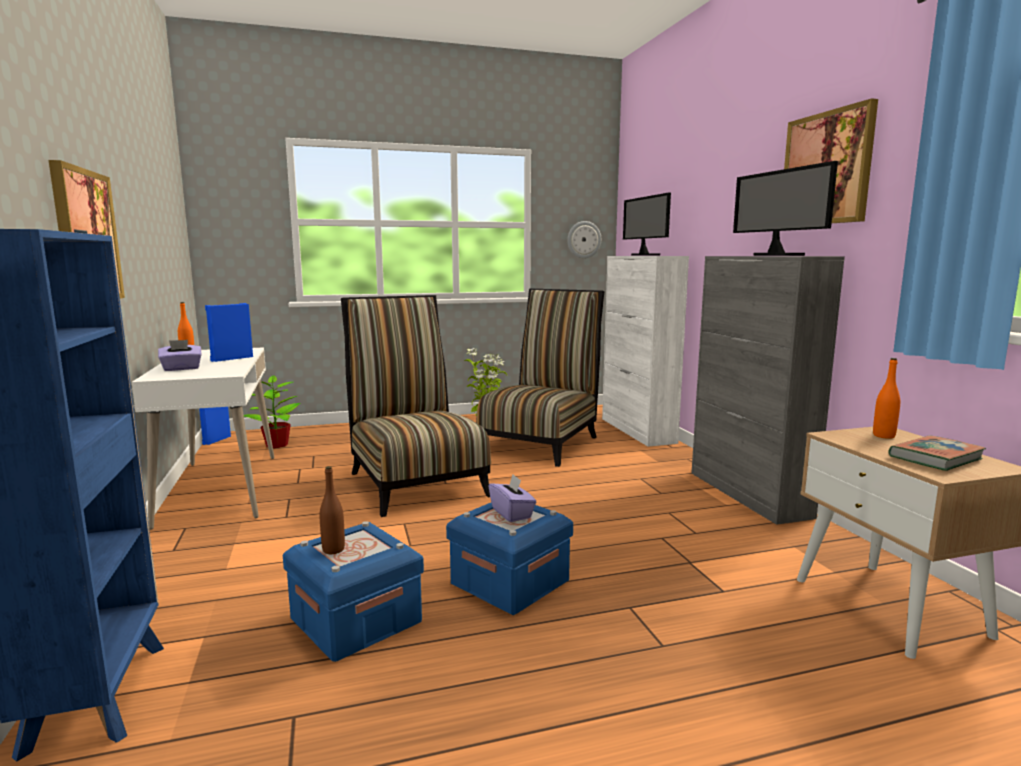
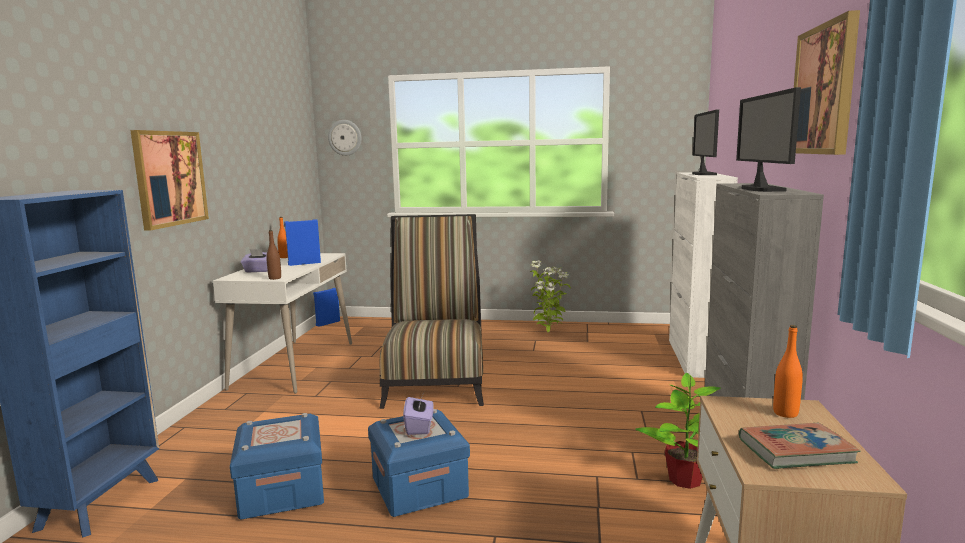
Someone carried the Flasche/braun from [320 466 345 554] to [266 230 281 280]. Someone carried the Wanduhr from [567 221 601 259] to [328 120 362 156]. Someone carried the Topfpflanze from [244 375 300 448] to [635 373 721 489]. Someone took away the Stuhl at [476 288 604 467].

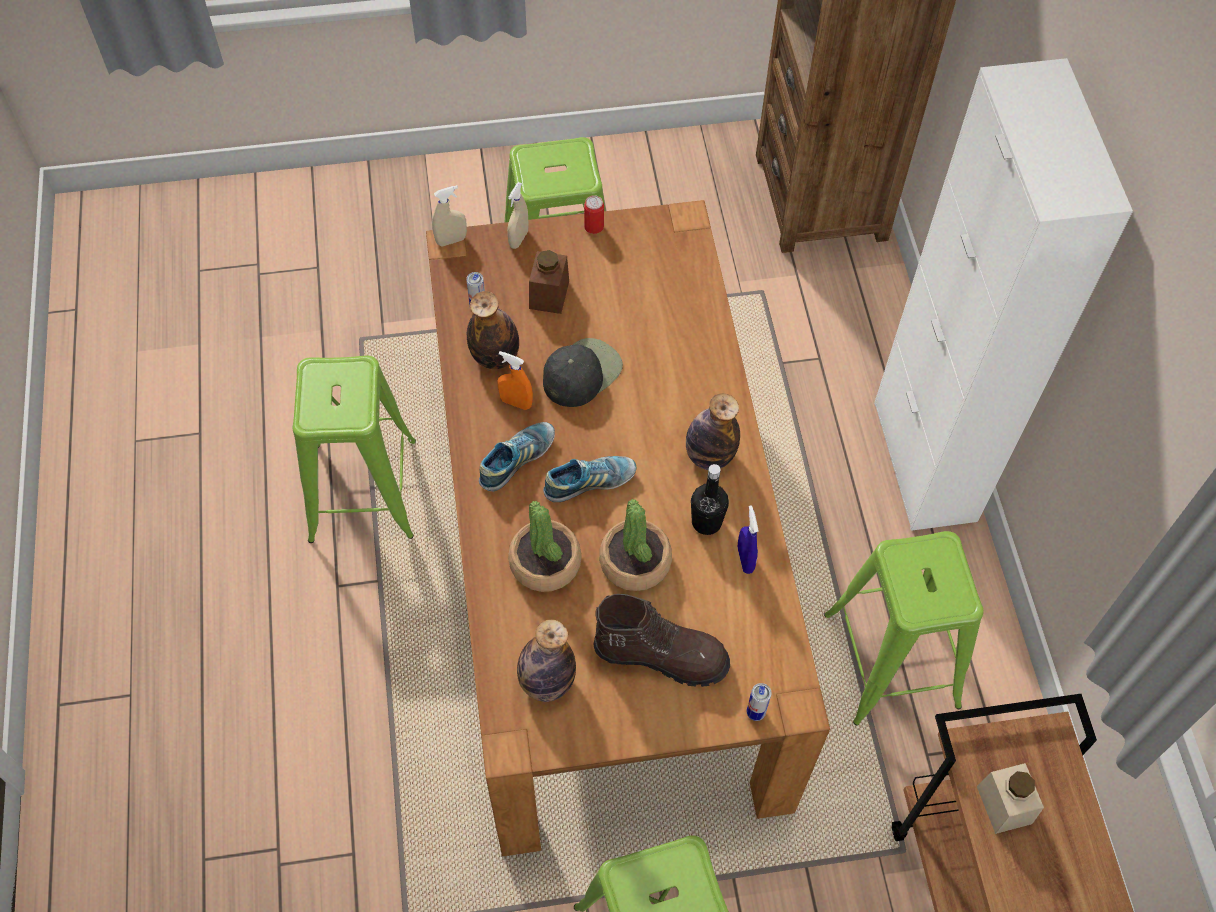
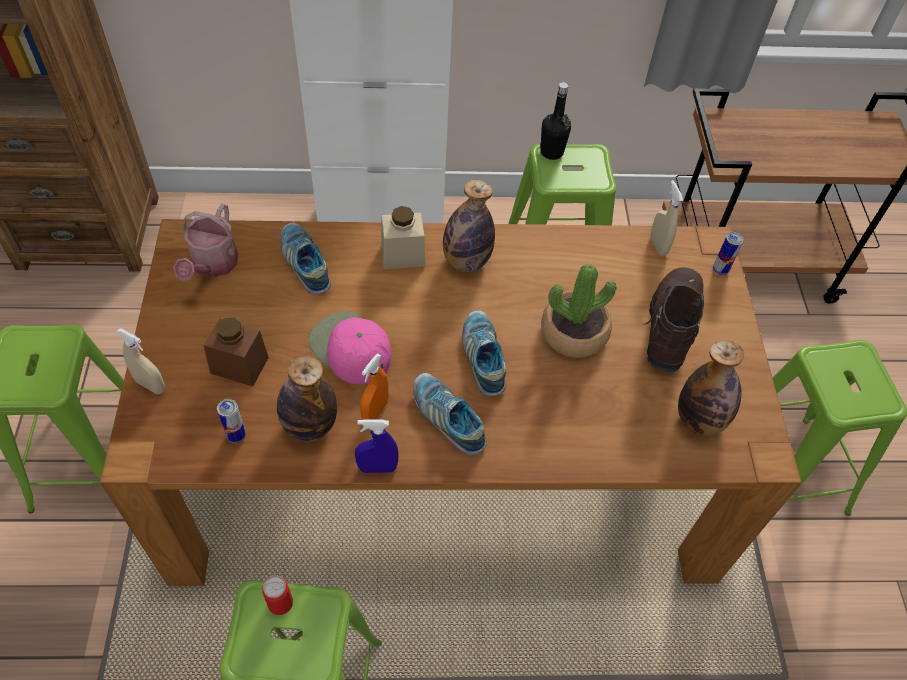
Someone put down the Gießkanne at [173 204 238 281]. Someone carried the Dose from [584 195 604 234] to [262 576 293 615]. Someone put down the Schuh at [280 222 331 294]. Someone repainted the Kappe/schwarz at [543 338 623 407], which became the Kappe/rosa at [308 311 391 384]. Someone carried the Sprühflasche/blau from [738 505 759 574] to [355 420 399 473]. Someone carried the Vorratsglas/beige from [977 763 1044 834] to [381 206 426 269]. Someone carried the Flasche/schwarz from [691 464 729 535] to [540 82 571 160]. Someone carried the Sprühflasche/beige from [432 185 467 246] to [650 180 683 256]. Someone took away the Topfpflanze at [508 501 582 592].

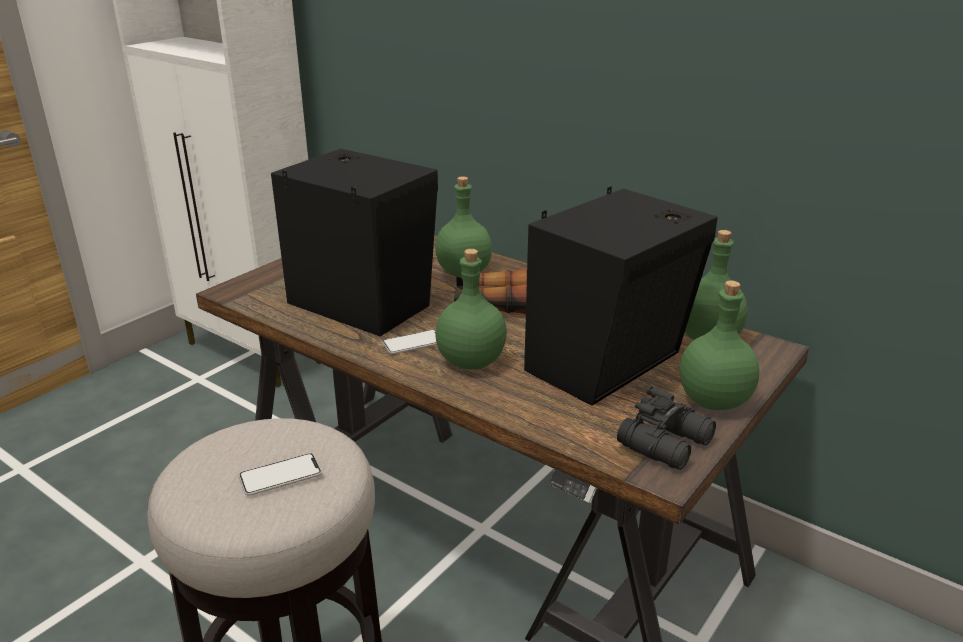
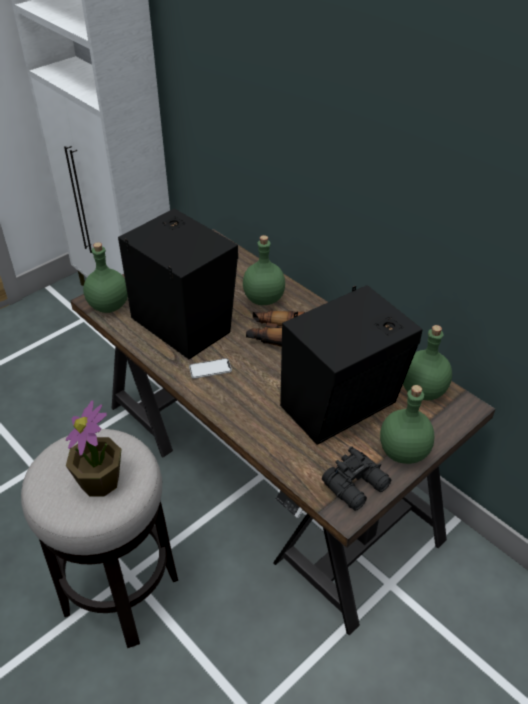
Someone swapped the Handy at [239 453 322 496] for the Topfpflanze at [66 401 121 496]. Someone carried the Flasche/grün from [435 249 507 370] to [83 242 128 313].

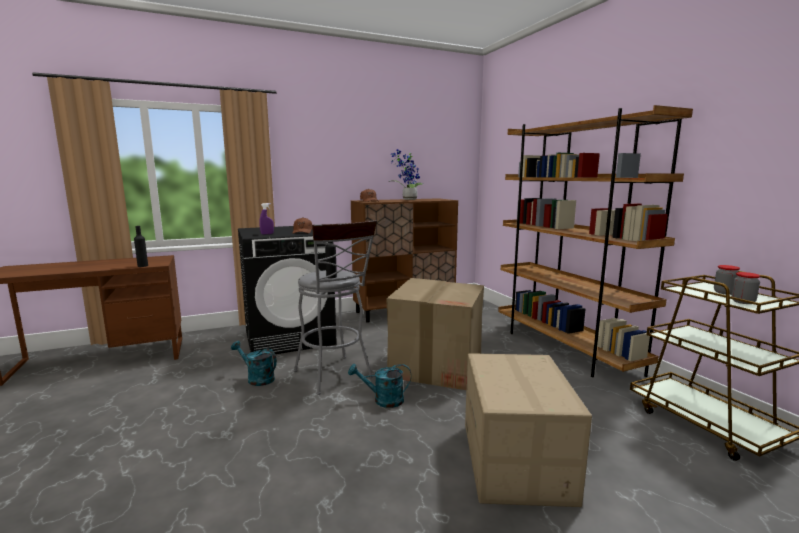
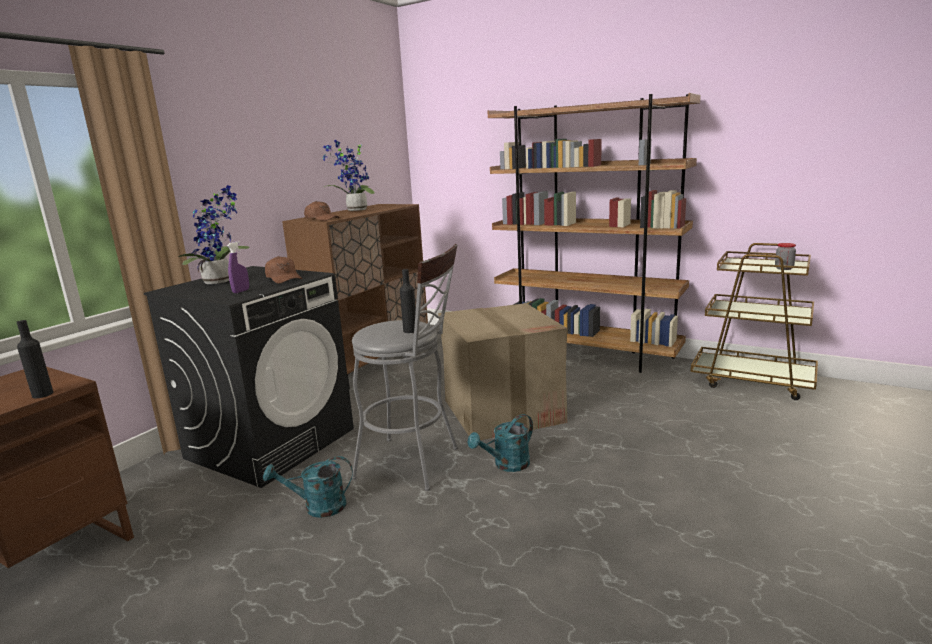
Someone put down the Topfpflanze at [178 185 250 284]. Someone took away the Karton at [465 353 592 507]. Someone took away the Vorratsglas at [714 265 740 295].

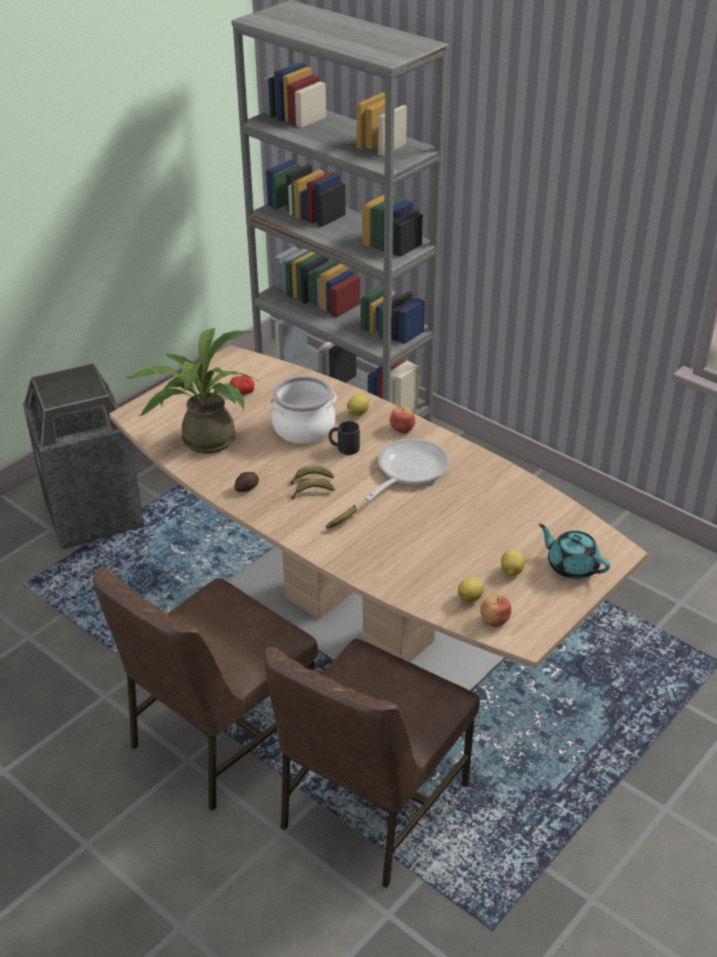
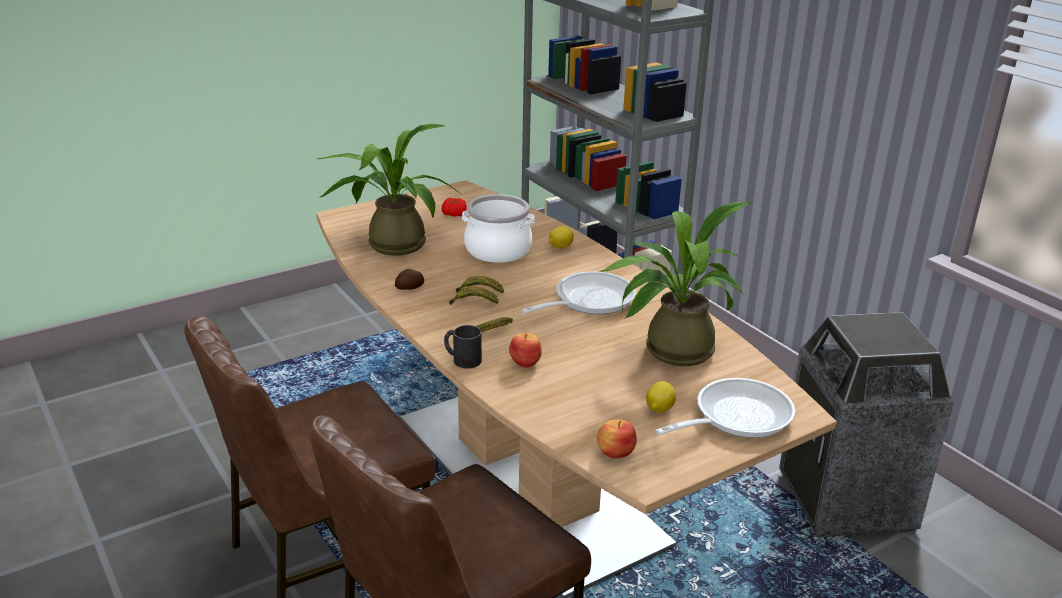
Someone carried the Henkelbecher/schwarz from [328 421 360 455] to [444 325 482 369]. Someone carried the Apfel from [390 407 415 433] to [509 333 542 368]. Someone put down the Topfpflanze at [601 202 751 366]. Someone swapped the Teekanne/türkis at [539 524 610 580] for the Pfanne at [656 378 795 438]. Someone carried the Mülleimer from [23 363 144 549] to [779 312 954 537]. Someone took away the Zitrone at [458 577 484 603].

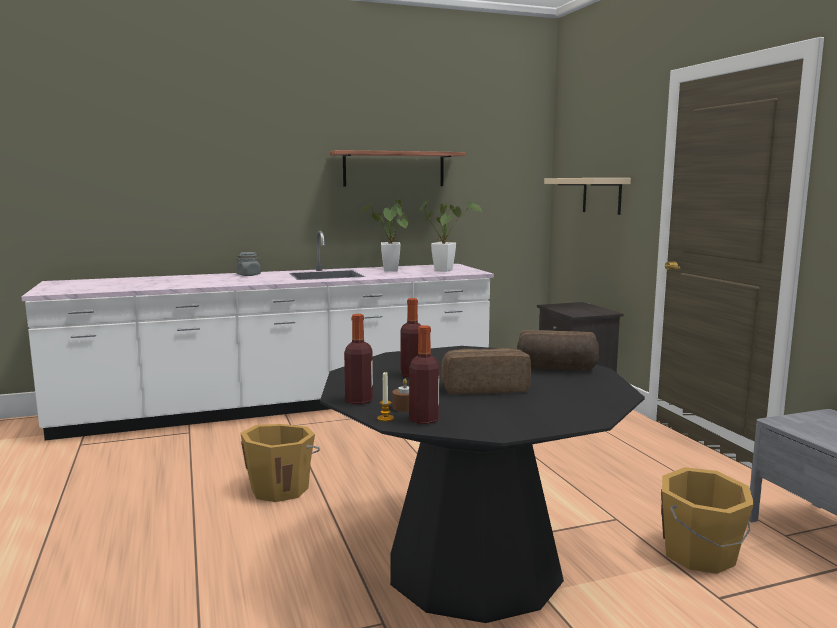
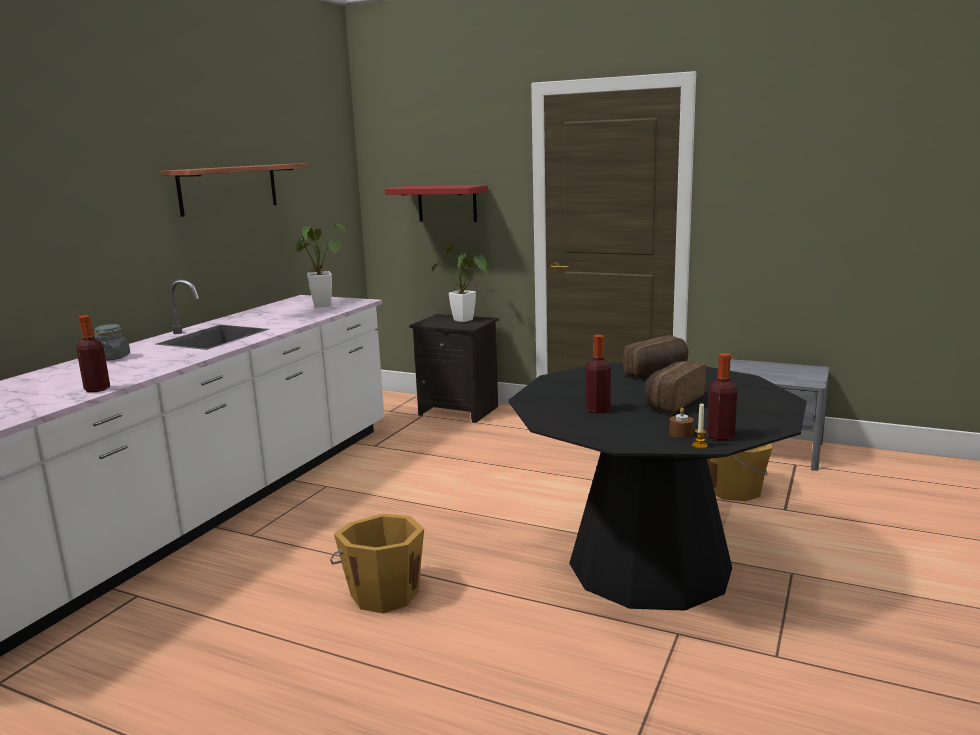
Someone carried the Flasche from [344 314 373 405] to [76 315 110 392]. Someone repainted the Wandregal/beige at [544 178 631 215], which became the Wandregal/rot at [385 185 488 222]. Someone carried the Topfpflanze from [360 199 409 272] to [431 246 490 322].

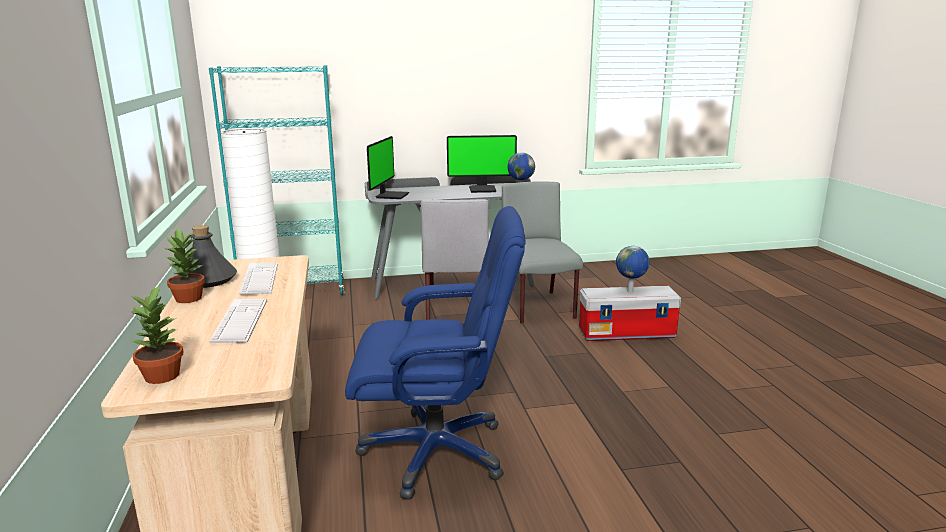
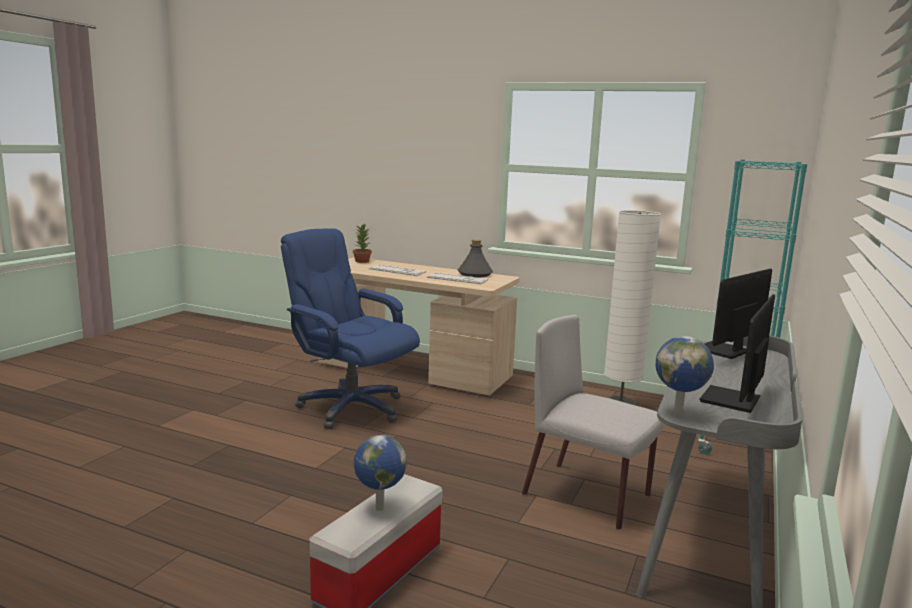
Someone rotated the Bürostuhl/blau at [345 206 525 500] by 90 degrees clockwise. Someone rotated the Monitor at [367 136 409 199] by 90 degrees clockwise. Someone took away the Topfpflanze at [165 228 205 303]. Someone took away the Stuhl/grau at [502 181 583 324].

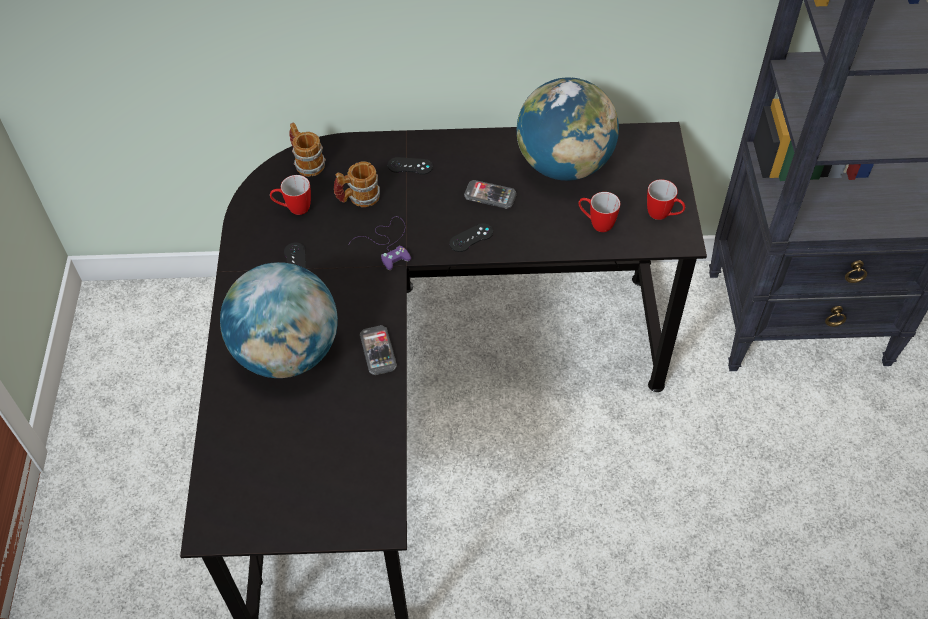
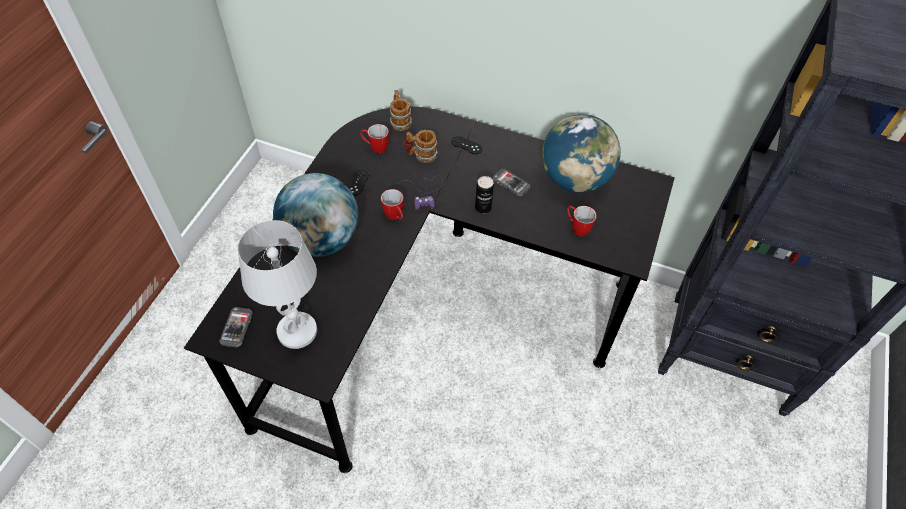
Someone carried the Handy from [360 325 397 375] to [219 307 253 347]. Someone put down the Tischlampe/weiß at [238 220 317 349]. Someone carried the Henkelbecher from [647 179 685 220] to [381 189 403 220]. Someone swapped the Gamepad/schwarz at [449 223 493 252] for the Dose at [475 176 494 213].

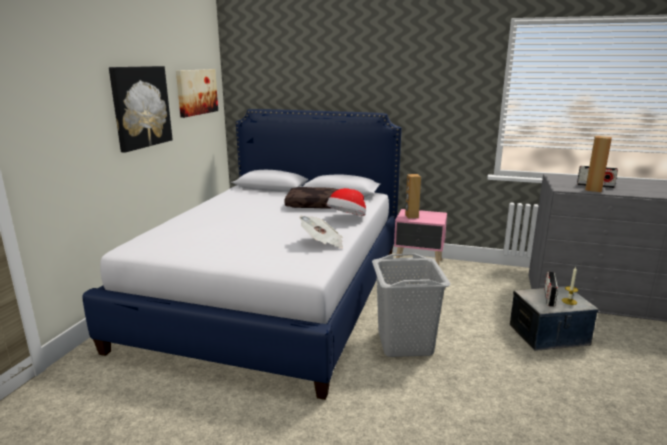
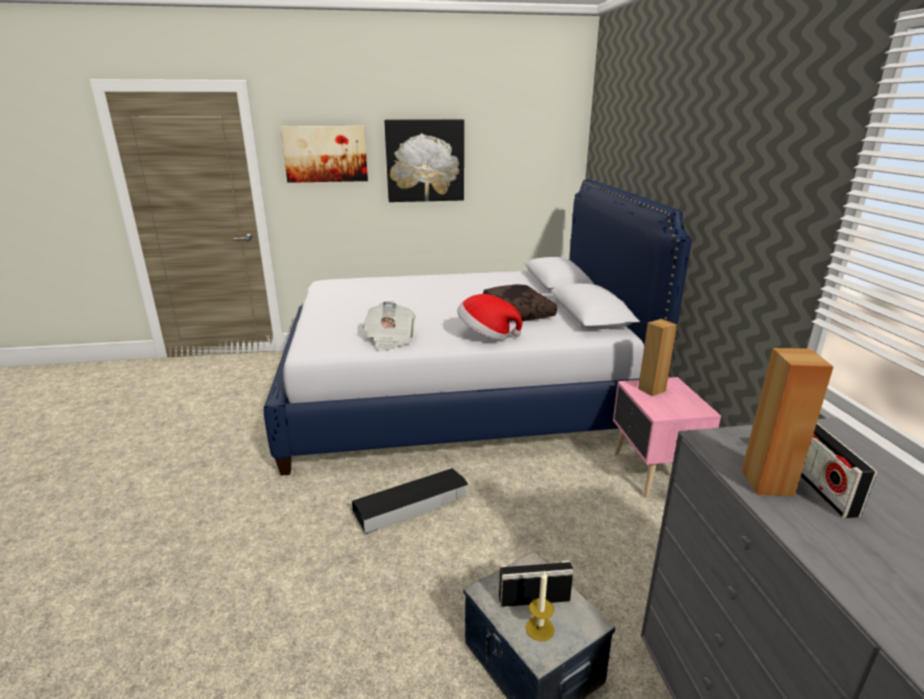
Someone carried the Bild from [176 69 218 118] to [280 126 368 183]. Someone swapped the Wäschekorb/grau at [372 254 451 357] for the Aufbewahrungsbox/schwarz at [352 468 468 534].

